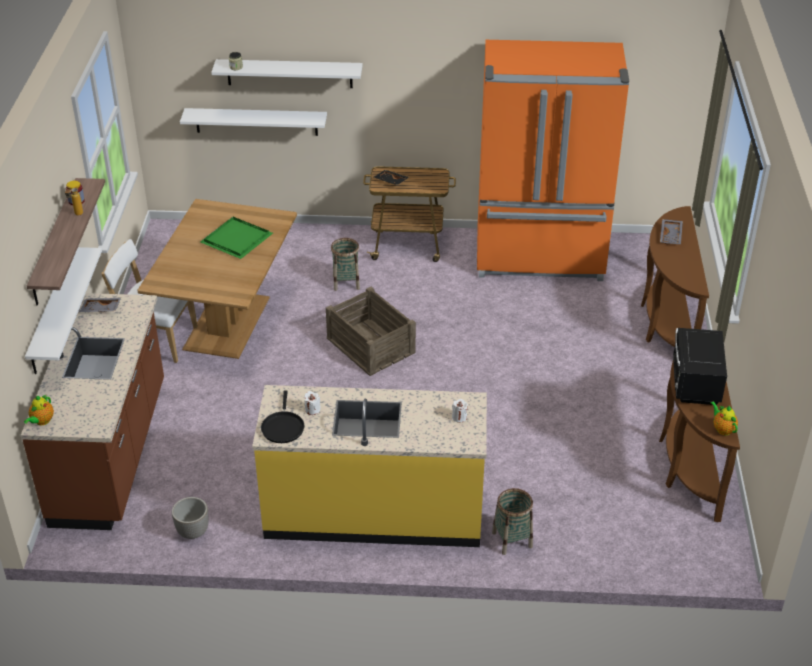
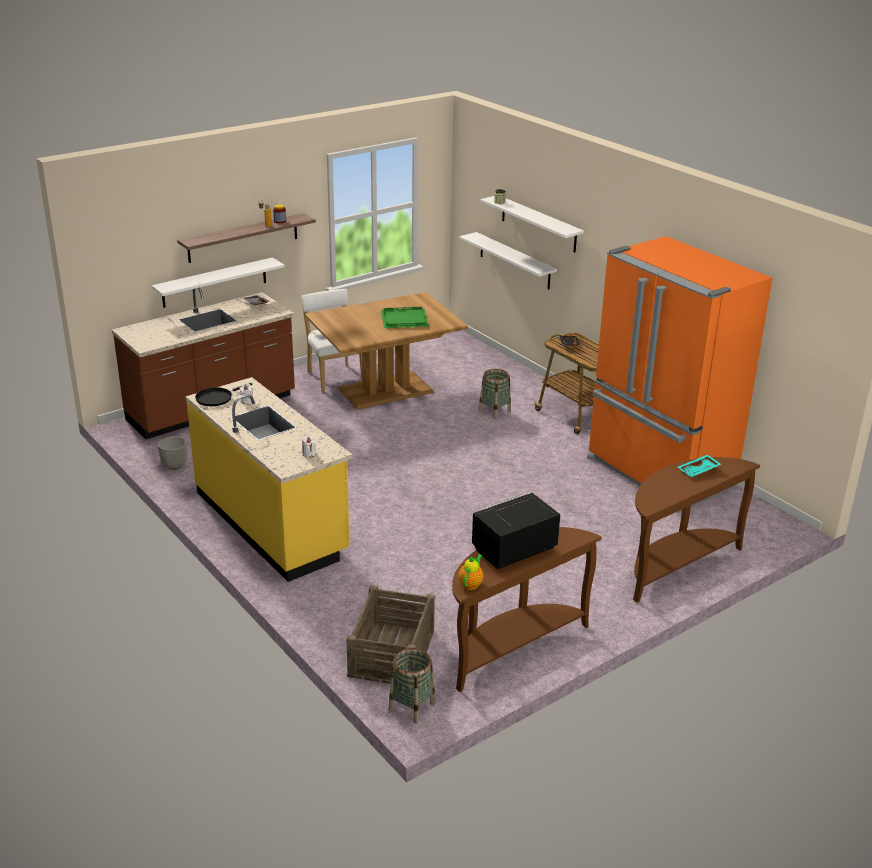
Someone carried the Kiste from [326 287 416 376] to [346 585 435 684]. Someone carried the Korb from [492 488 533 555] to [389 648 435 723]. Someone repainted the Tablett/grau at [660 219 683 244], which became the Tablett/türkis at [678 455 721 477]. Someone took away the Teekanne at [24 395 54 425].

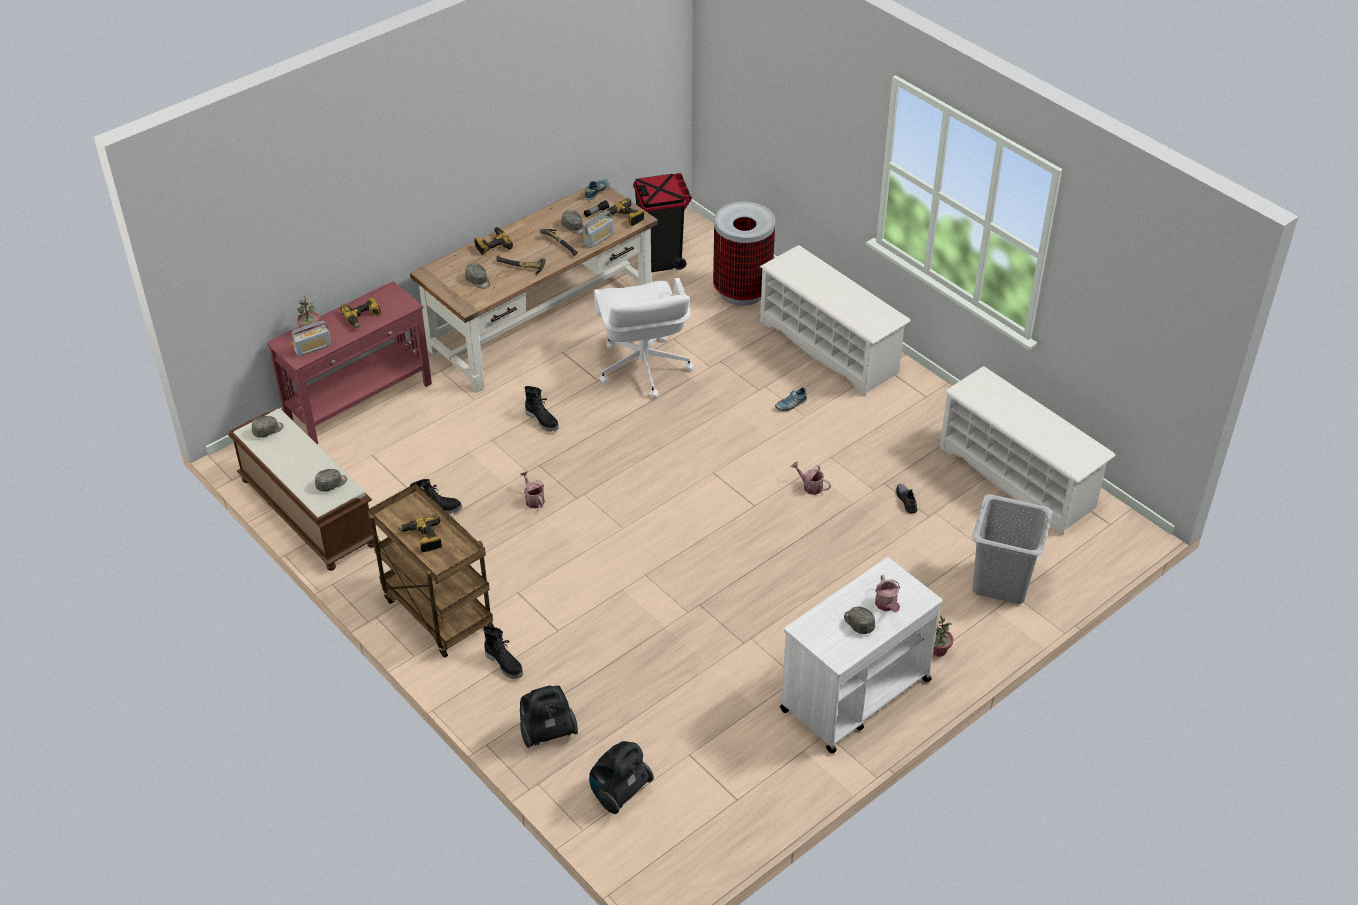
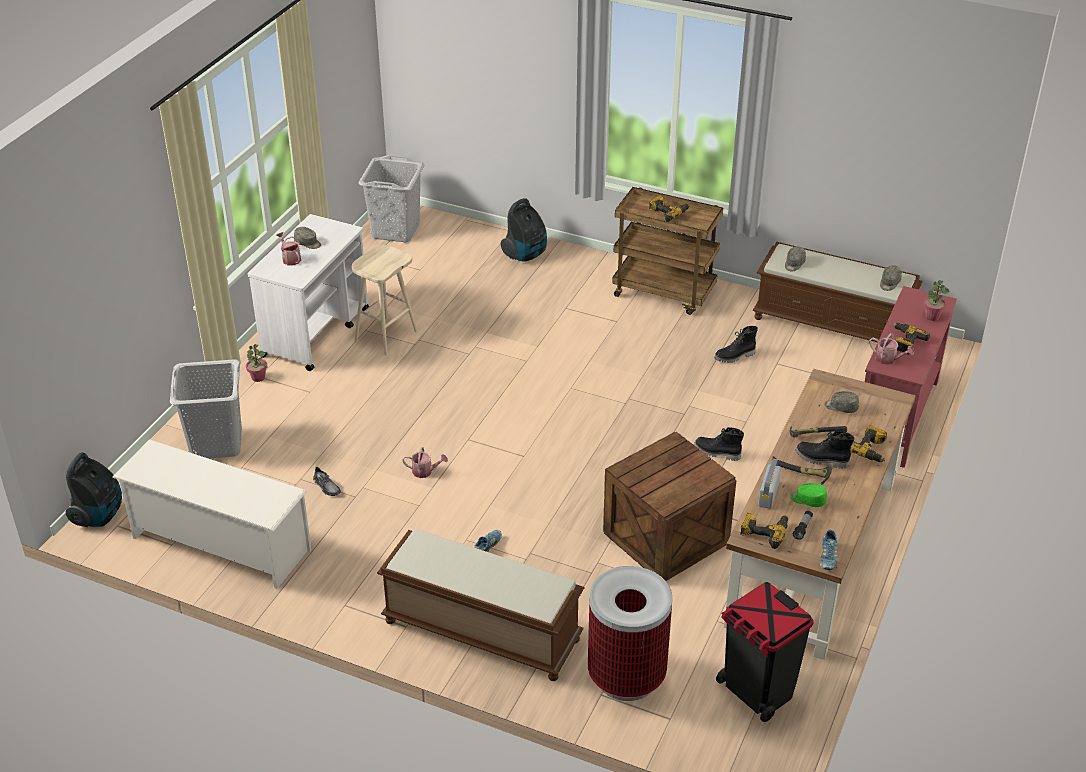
Someone carried the Staubsauger from [589 741 654 814] to [66 452 122 527]. Someone put down the Hocker/beige at [352 245 418 356]. Someone put down the Wäschekorb/grau at [358 155 424 242]. Someone swapped the Schuhregal/weiß at [760 245 911 397] for the Bank/braun at [377 529 585 681]. Someone swapped the Bürostuhl/weiß at [594 278 694 398] for the Kiste at [603 432 737 581]. Someone repainted the Kappe/grau at [562 210 585 235], which became the Kappe/grün at [790 483 827 507]. Someone carried the Stiefel/schwarz from [483 626 523 679] to [796 431 854 469]. Someone carried the Gießkanne from [520 471 545 508] to [869 333 914 365]. Someone took away the Radio at [291 321 331 356].

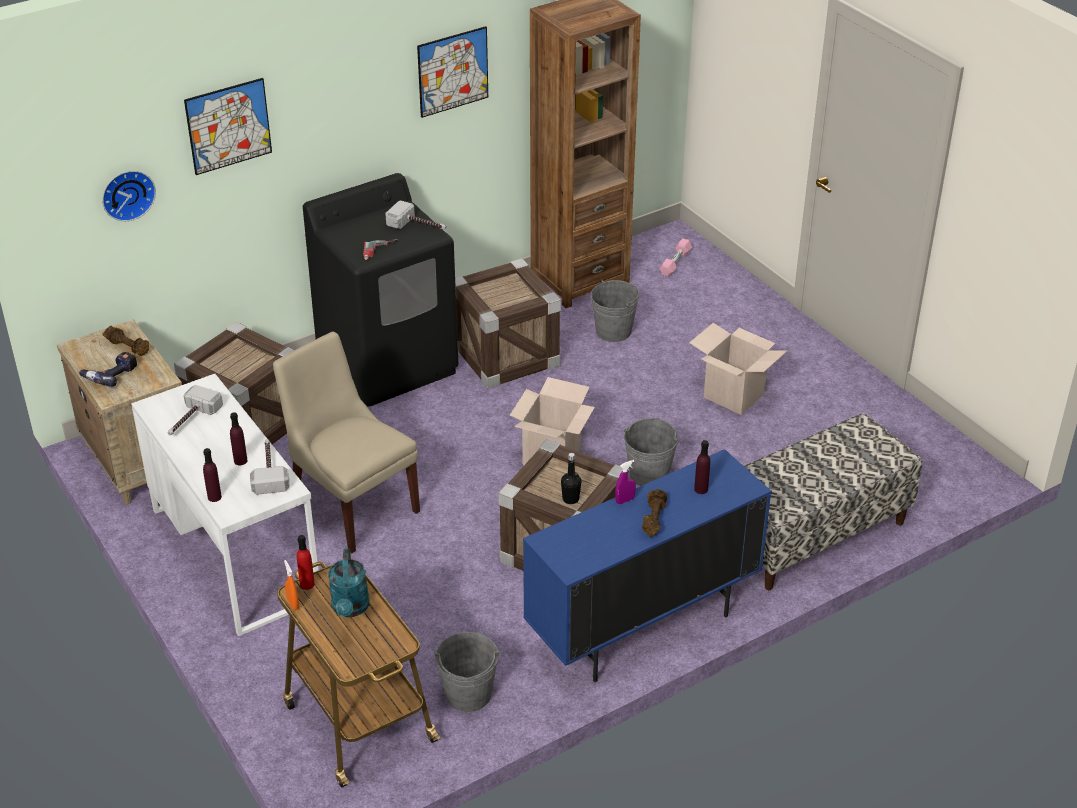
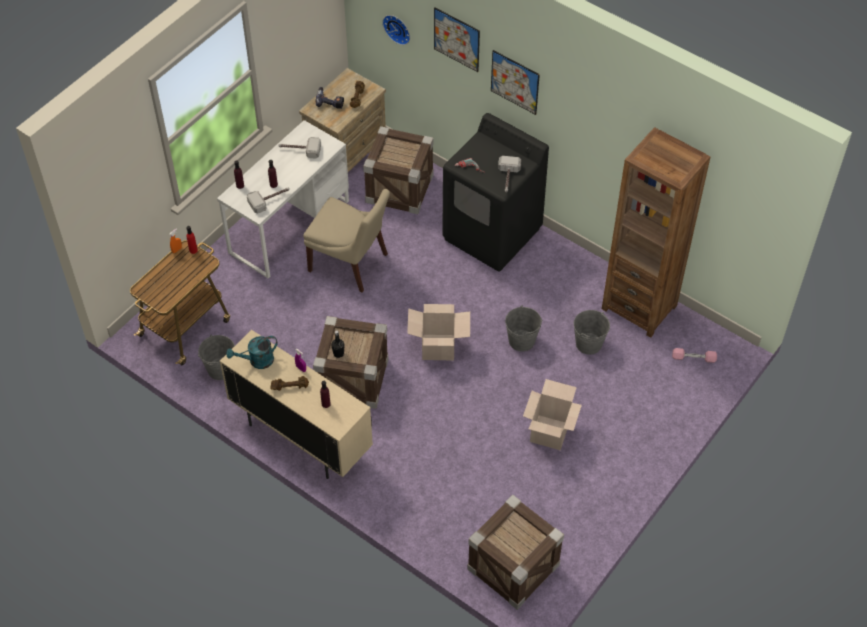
Someone repainted the Schrank/blau at [523 449 772 682], which became the Schrank/beige at [220 330 373 479]. Someone carried the Gießkanne/türkis from [328 549 370 617] to [226 336 278 369]. Someone rotated the Stuhl/beige at [273 332 420 553] by 90 degrees clockwise. Someone carried the Kiste from [455 258 561 389] to [467 495 564 610]. Someone carried the Bild from [417 26 488 118] to [491 50 540 115]. Someone carried the Eimer/grau from [624 418 679 486] to [505 305 542 351]. Someone took away the Bank at [744 413 922 590].

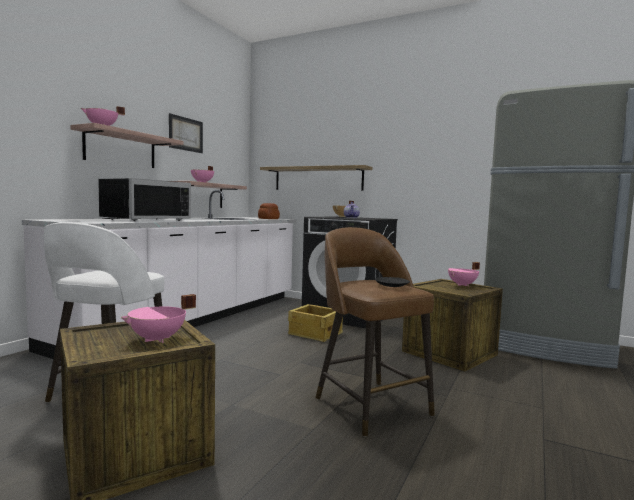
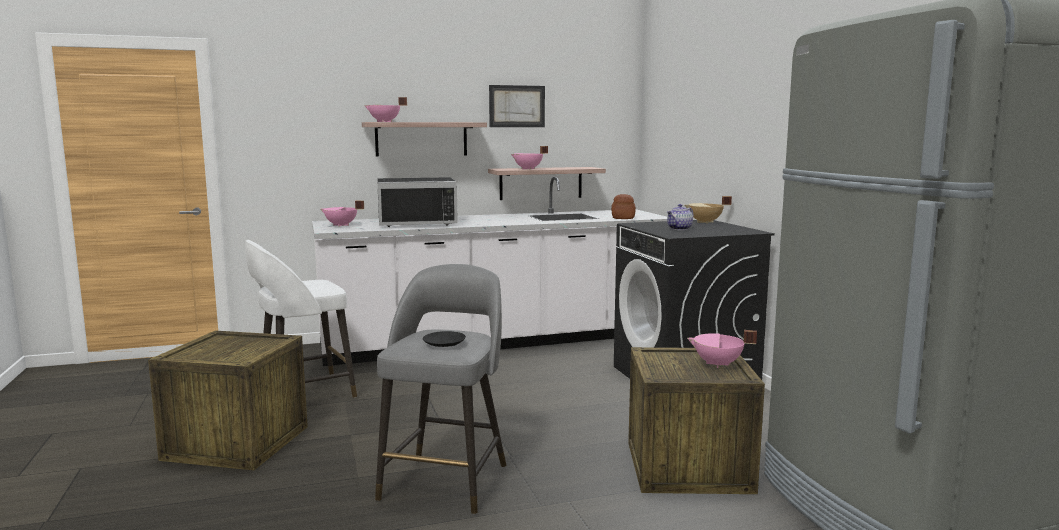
Someone carried the Kochtopf/rosa from [121 294 196 343] to [320 201 364 227]. Someone repainted the Hocker/braun at [315 227 435 437], which became the Hocker/grau at [375 264 506 514]. Someone took away the Wandregal at [260 165 373 191]. Someone took away the Kiste at [288 304 343 342].

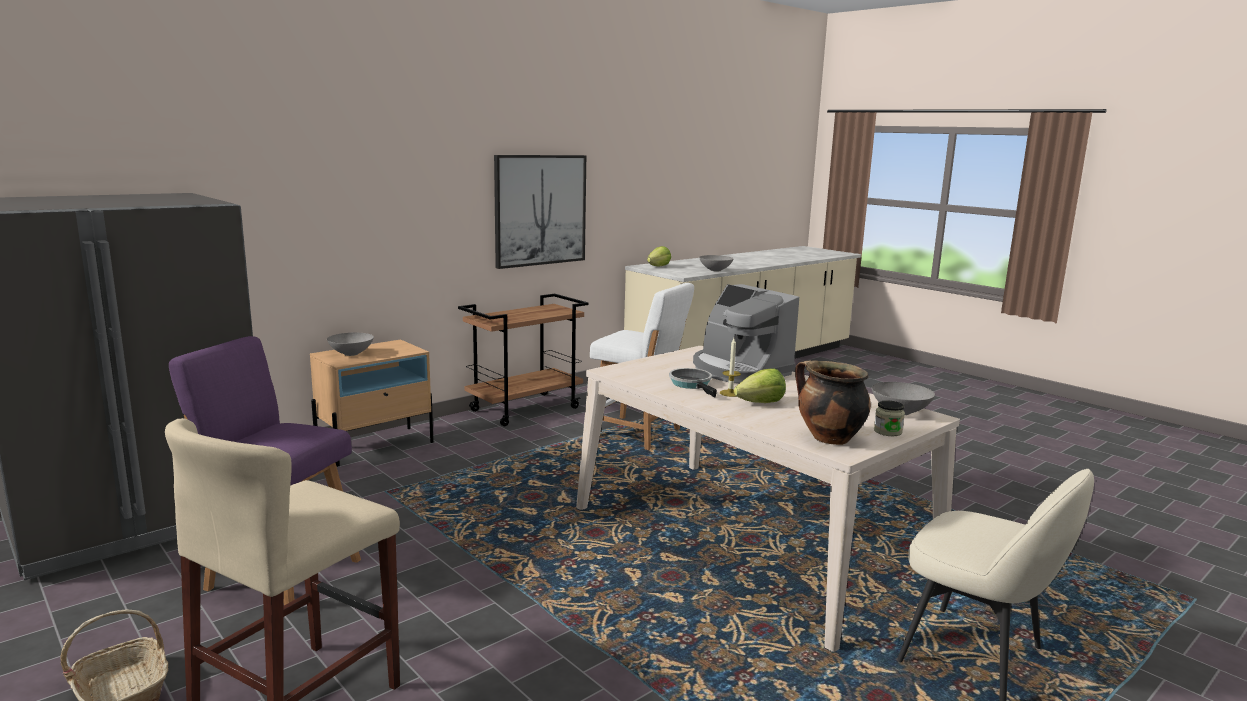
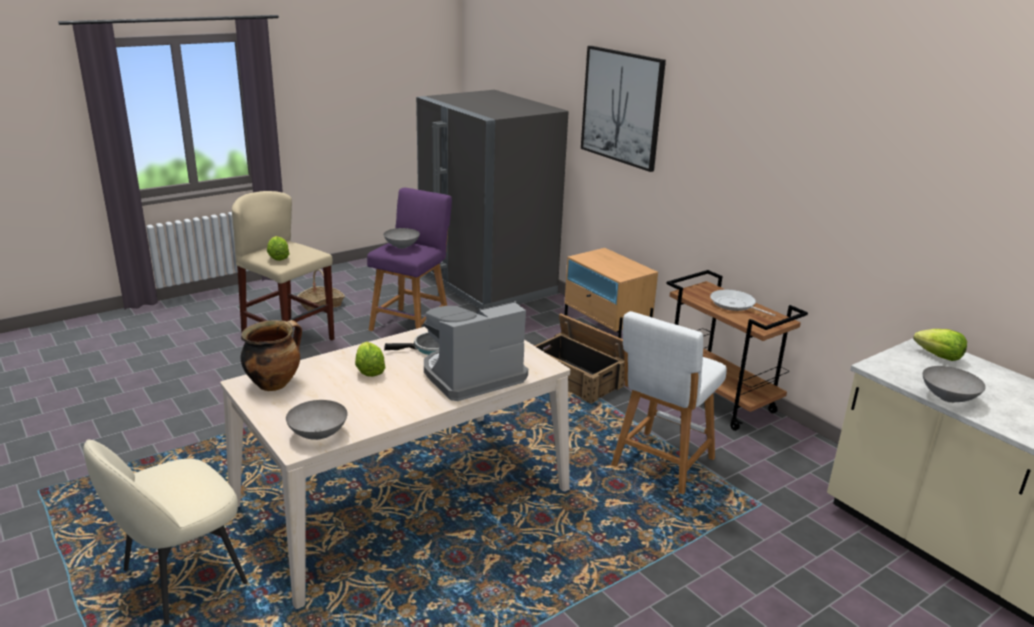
Someone put down the Salatkopf at [267 236 289 261]. Someone carried the Schüssel/grau from [327 333 374 356] to [384 228 420 249]. Someone put down the Kiste at [534 313 625 404]. Someone carried the Bild from [494 155 586 269] to [581 46 666 172]. Someone put down the Pfanne at [710 290 776 316]. Someone took away the Kerze at [720 338 741 397]. Someone took away the Vorratsglas at [874 400 905 436].

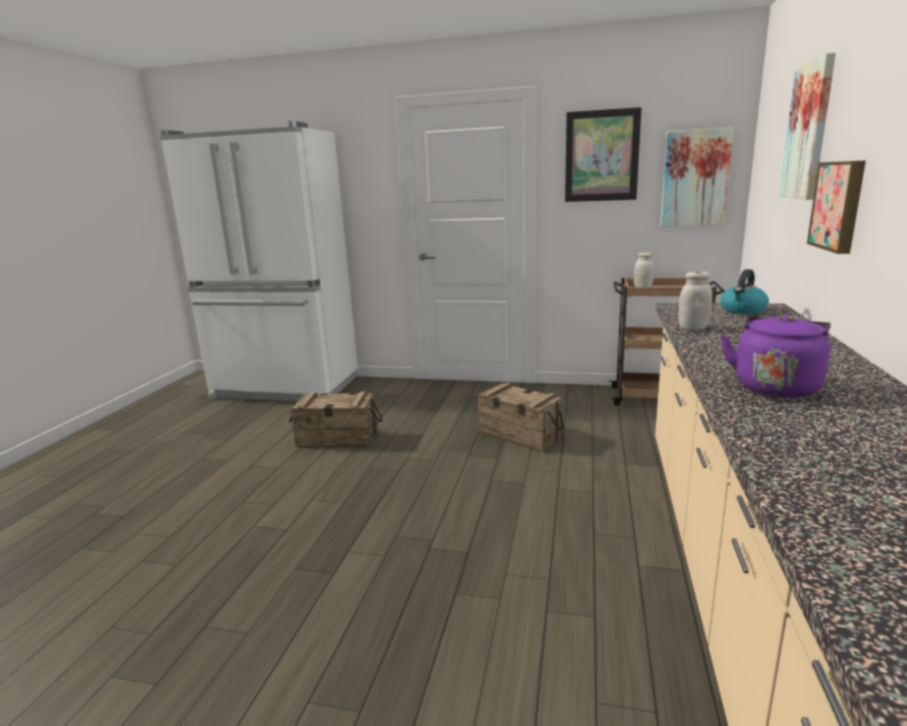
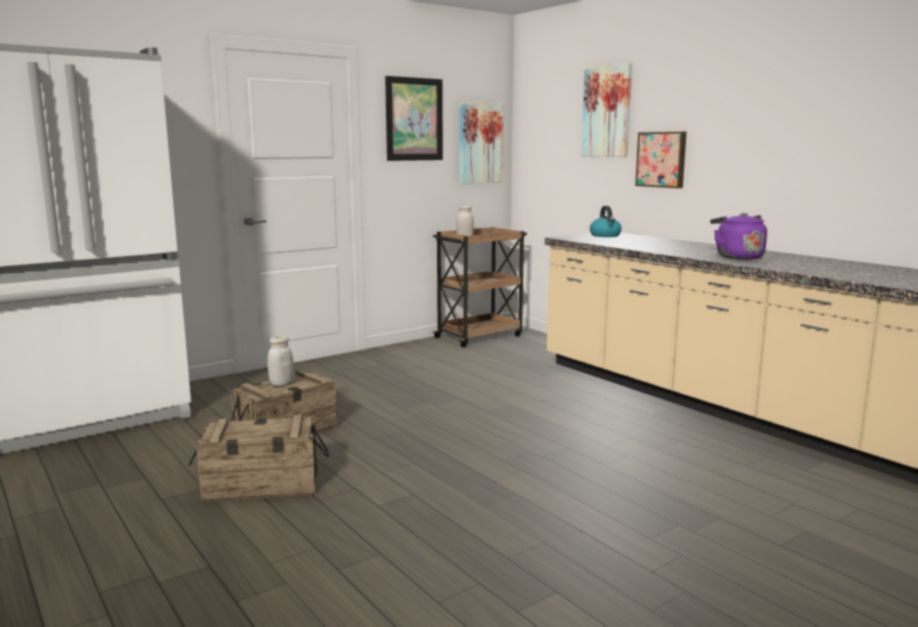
Someone carried the Kiste from [478 383 563 452] to [189 415 329 502]. Someone carried the Vorratsglas/weiß from [678 272 712 330] to [267 336 294 386].

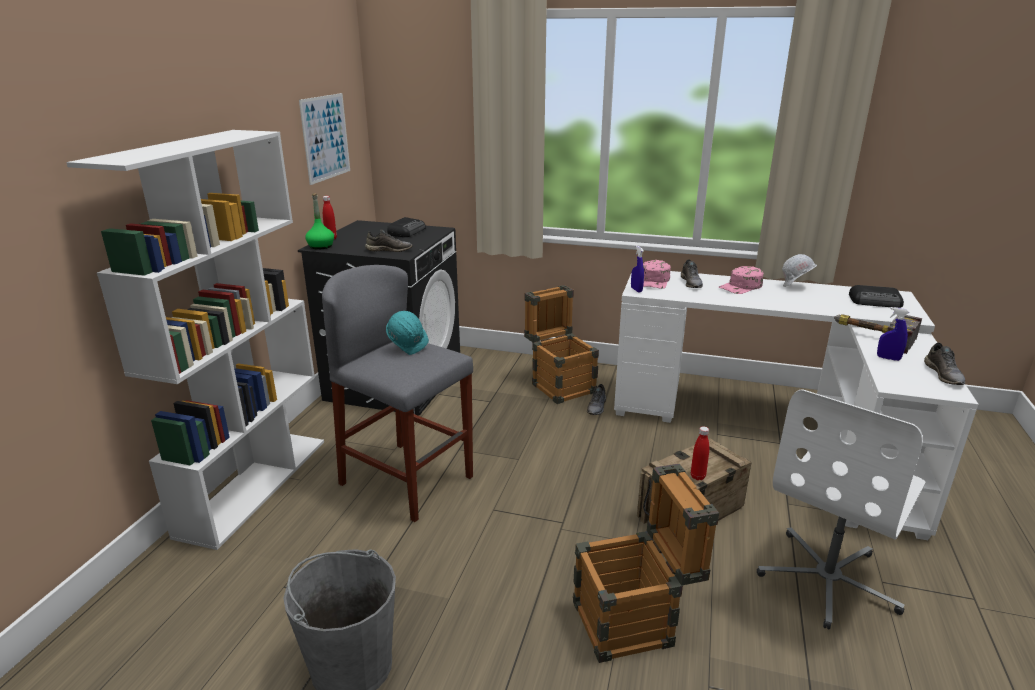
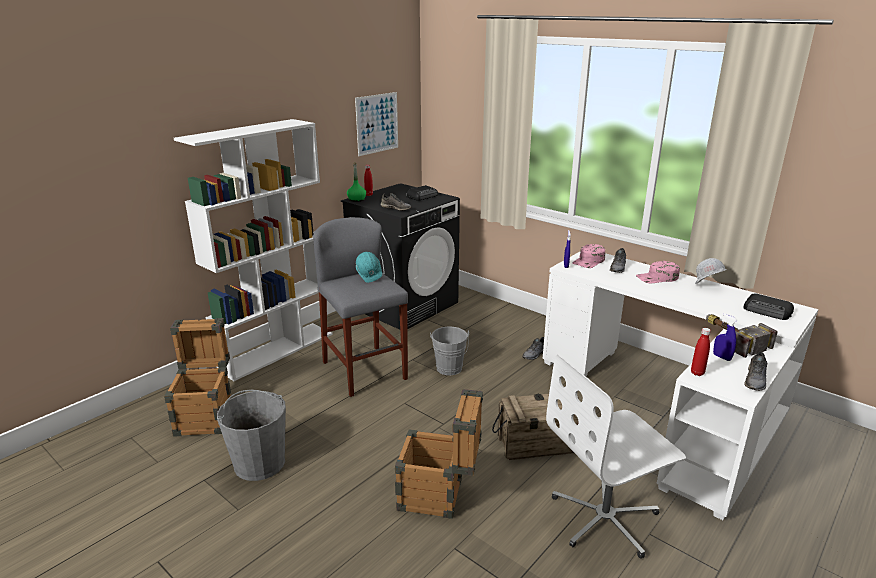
Someone carried the Kiste from [524 285 599 404] to [164 318 231 437]. Someone put down the Eimer/grau at [430 327 469 375]. Someone carried the Flasche/rot from [691 426 709 480] to [691 328 711 376].

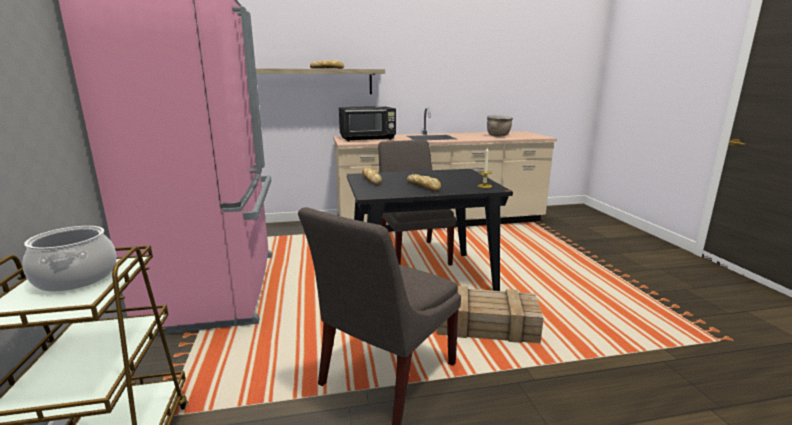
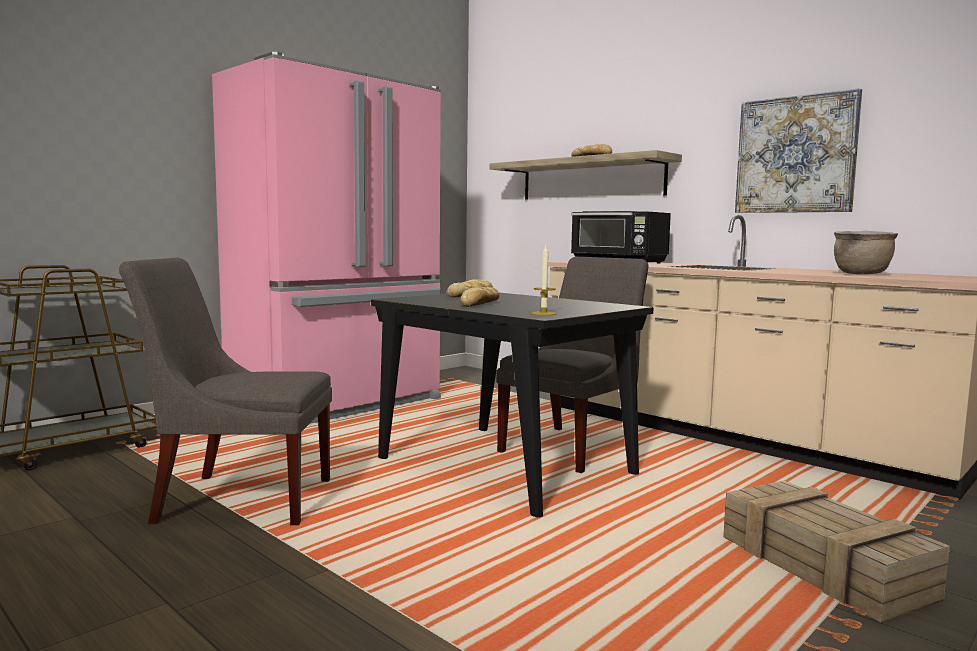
Someone carried the Kiste from [437 286 544 343] to [723 481 950 623]. Someone put up the Bild at [735 88 862 213]. Someone took away the Kochtopf at [22 226 117 292].

